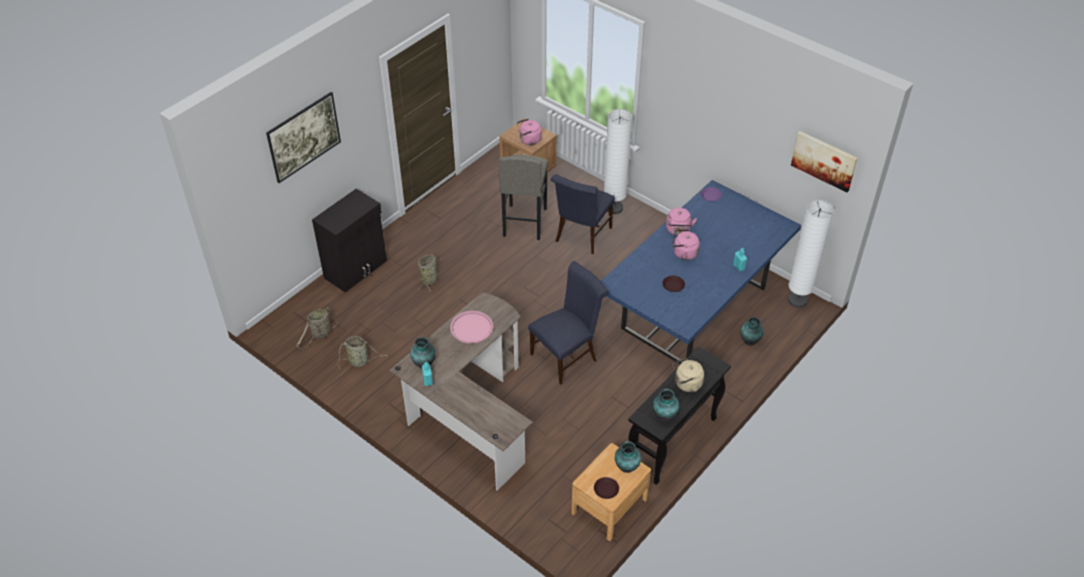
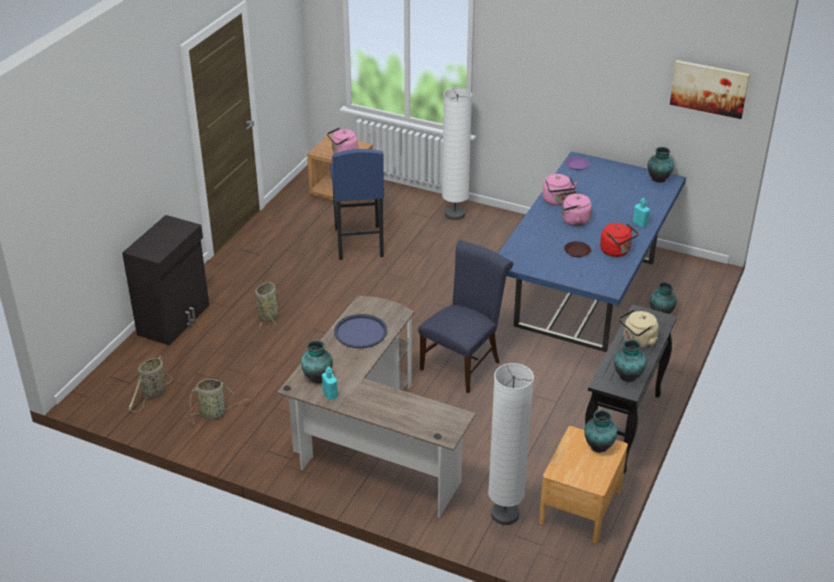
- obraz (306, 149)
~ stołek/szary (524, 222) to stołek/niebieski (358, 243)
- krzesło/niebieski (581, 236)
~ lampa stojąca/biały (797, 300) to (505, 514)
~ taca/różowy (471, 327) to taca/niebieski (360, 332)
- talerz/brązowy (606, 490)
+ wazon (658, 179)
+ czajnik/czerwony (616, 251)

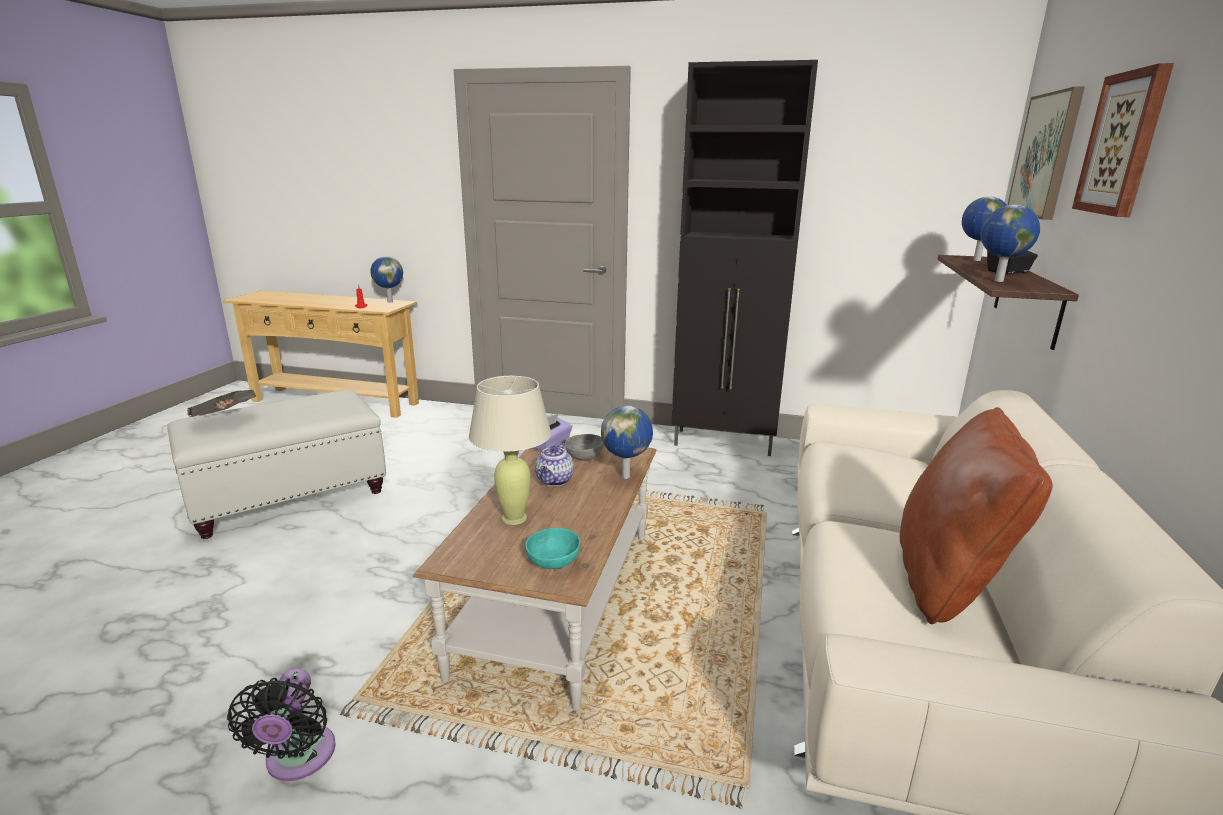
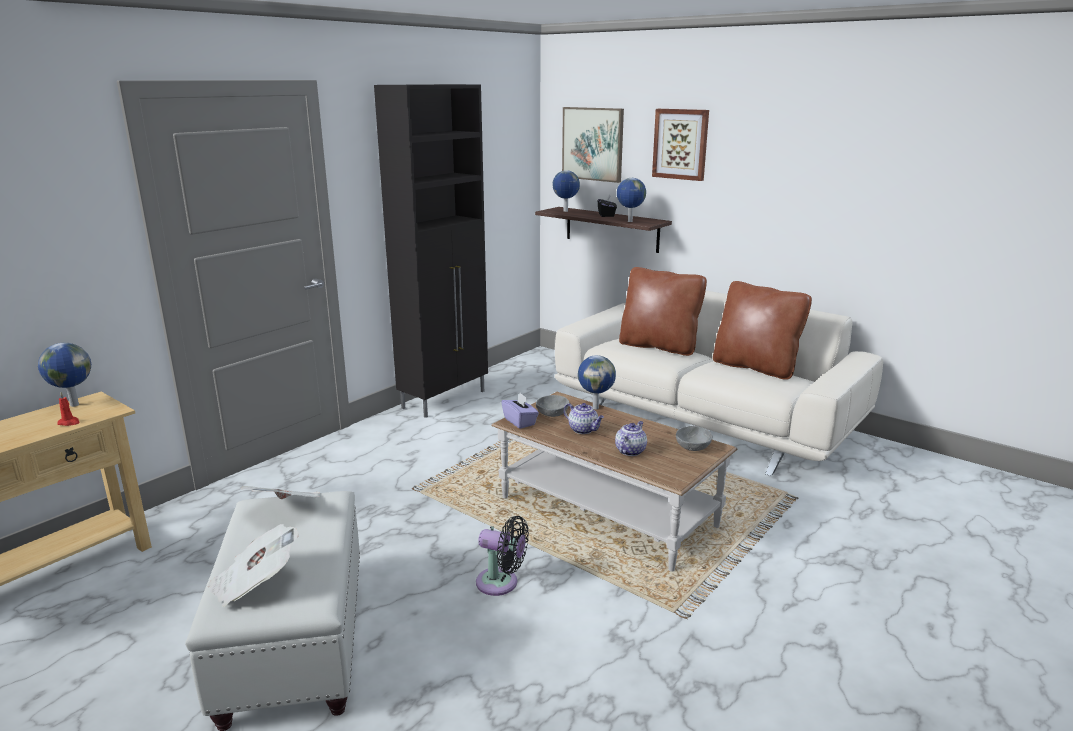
~ lampa stołowa/beżowy (514, 518) to imbryk (630, 451)
~ miska/turkusowy (552, 562) to miska/szary (693, 448)
~ wentylator/czarny (298, 760) to (501, 583)
+ poduszka/brązowy (659, 346)
+ gazeta (287, 509)

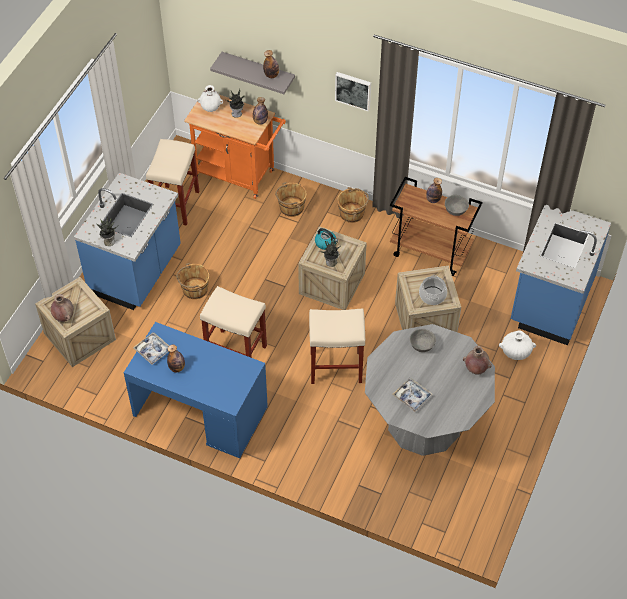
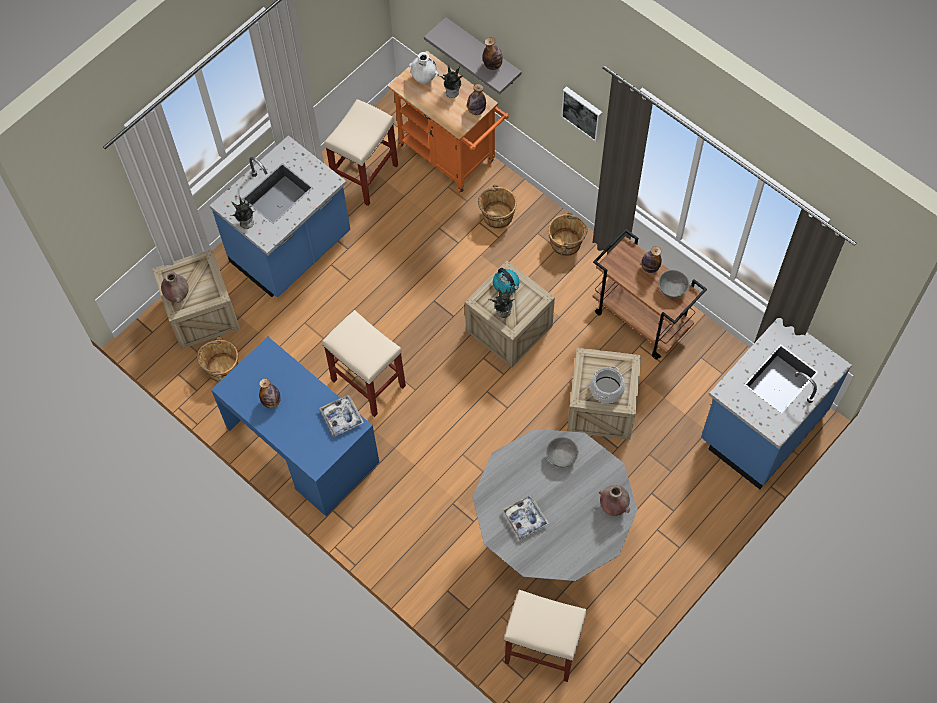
~ wiadro/brązowy (194, 289) to (222, 368)
~ stołek/beżowy (336, 367) to (544, 649)
- wazon/biały (516, 351)
~ taca (153, 350) to (342, 417)

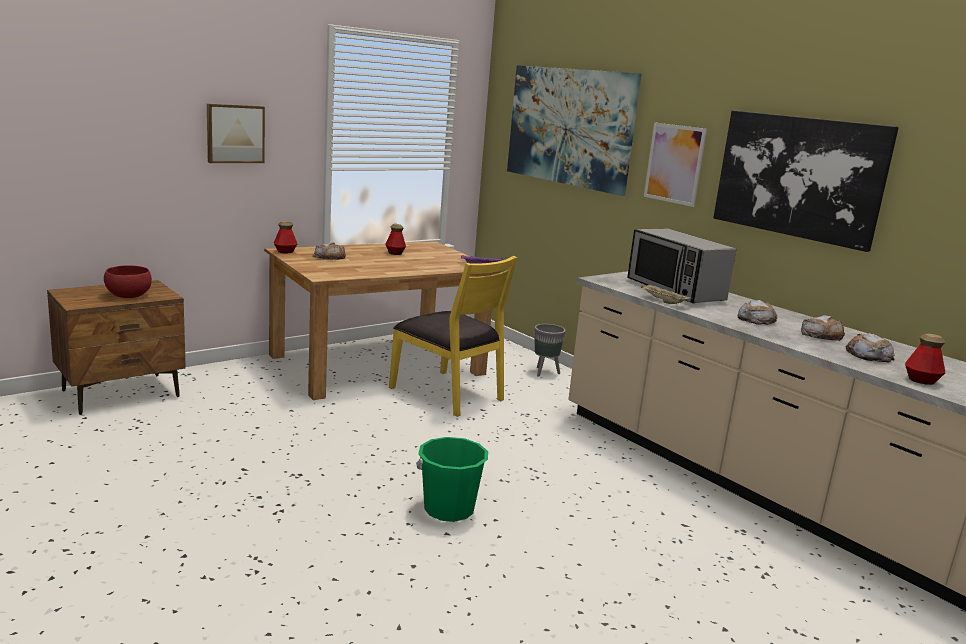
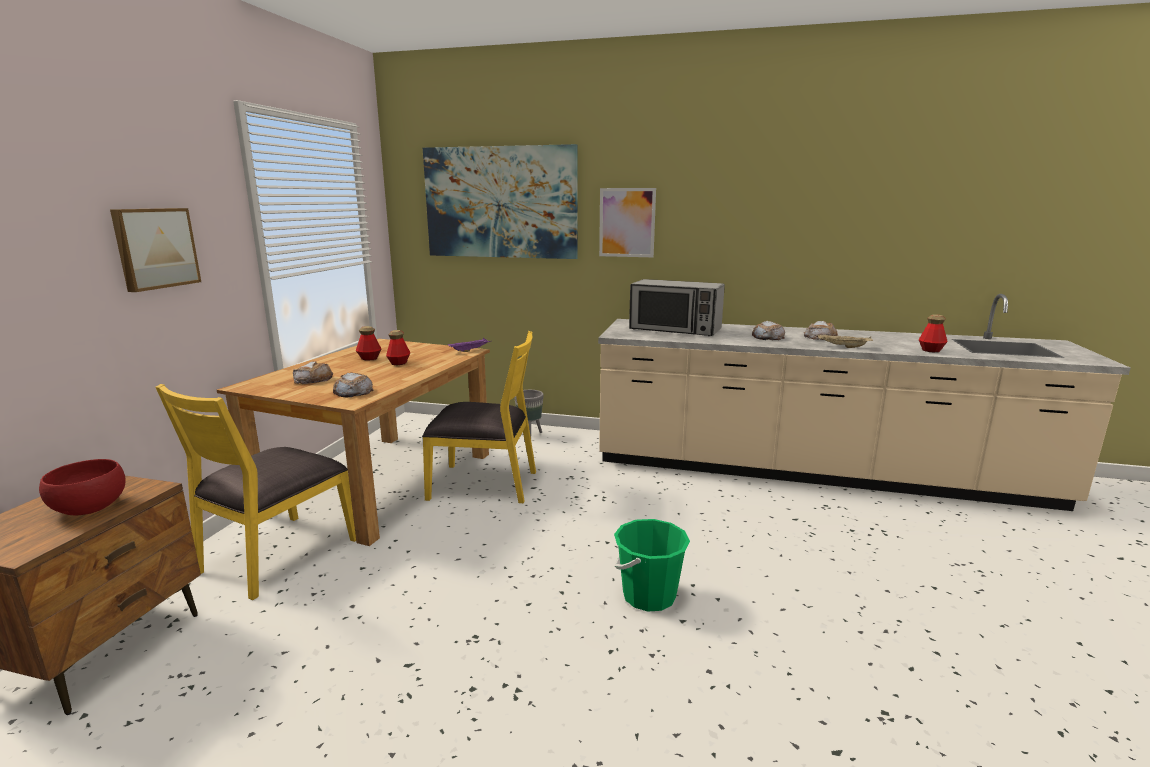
- obraz (798, 177)
~ butelka (285, 252) to (399, 363)
~ taca/beżowy (662, 301) to (843, 347)
~ chleb (868, 355) to (353, 391)
+ krzesło/żółty (277, 555)

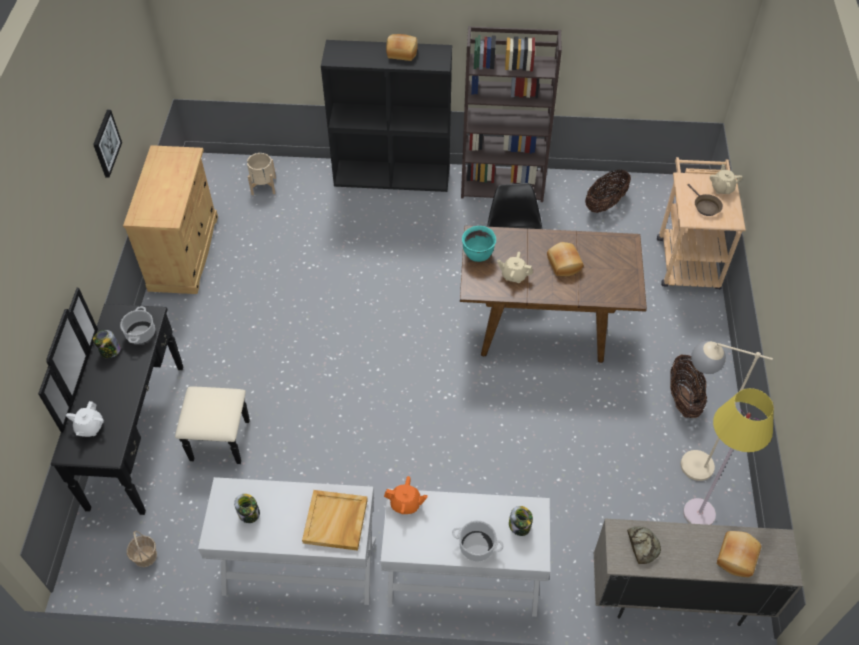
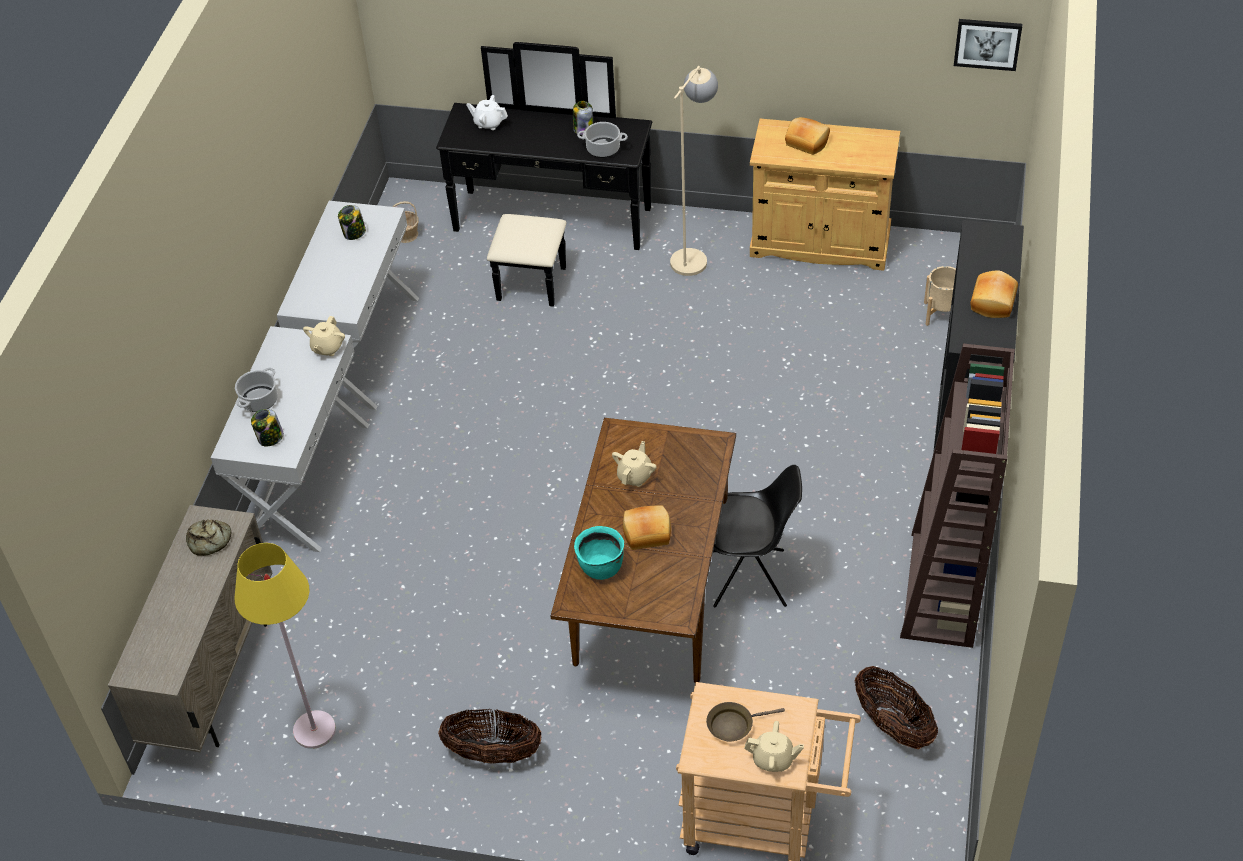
~ obraz (106, 143) to (987, 43)
~ garnek/turkusowy (478, 254) to (600, 567)
~ lampa stojąca/beżowy (685, 462) to (694, 254)
~ imbryk/pomarańczowy (405, 504) to imbryk/beżowy (327, 348)
- taca/beżowy (336, 522)
~ chleb (735, 557) to (807, 141)

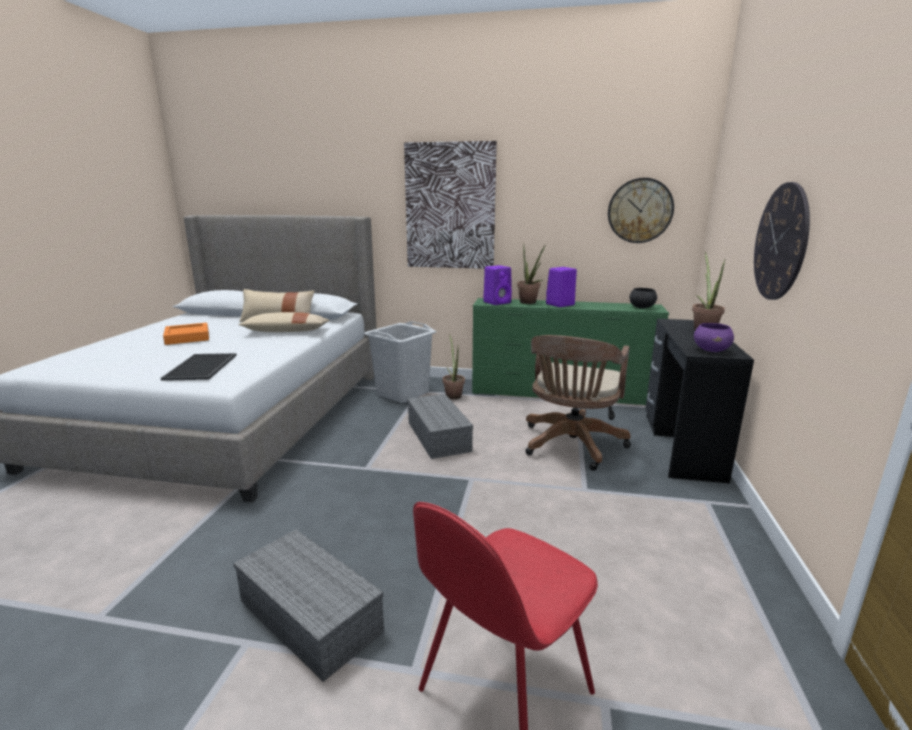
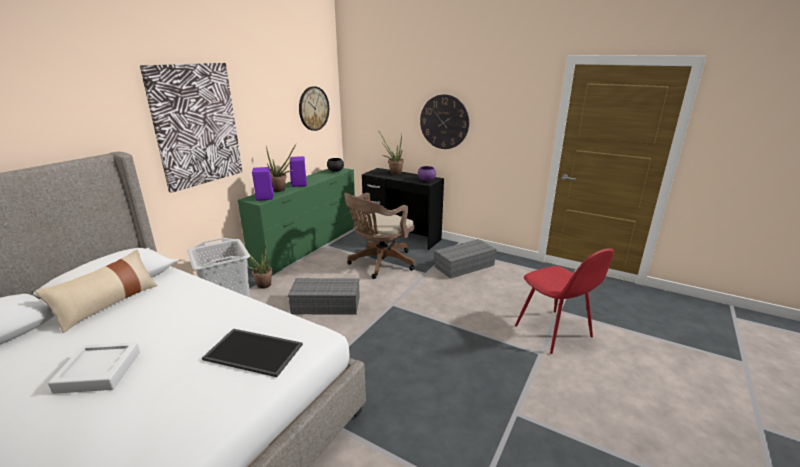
- poduszka/beżowy (286, 331)
~ taca/pomarańczowy (187, 337) to taca/szary (99, 371)
~ krzesło biurowe/brązowy (571, 446) = (379, 263) 90 degrees clockwise
~ pojemnik do przechowywania/szary (312, 616) to (464, 265)

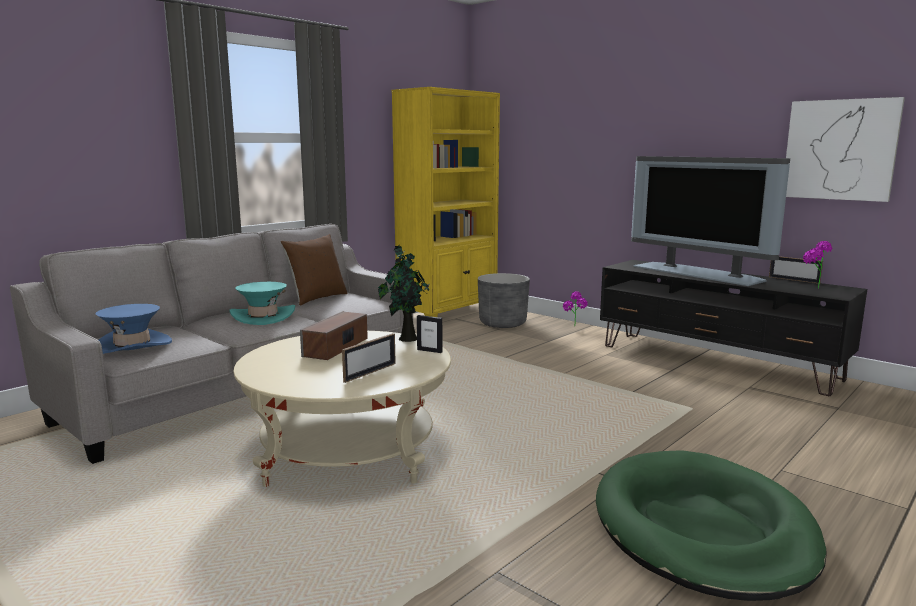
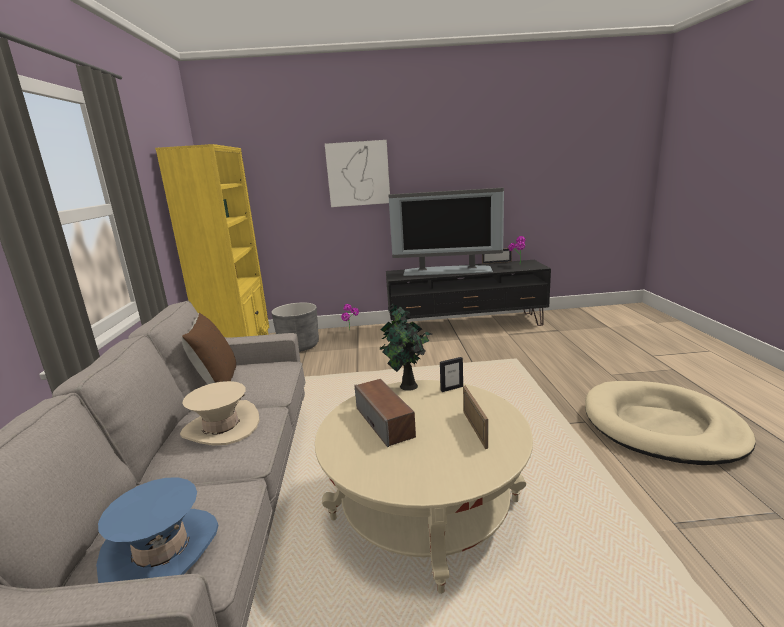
~ obraz (840, 150) to (358, 174)
~ kapelusz/turkusowy (263, 317) to kapelusz/beżowy (221, 427)
~ legowisko/zielony (702, 529) to legowisko/beżowy (661, 426)

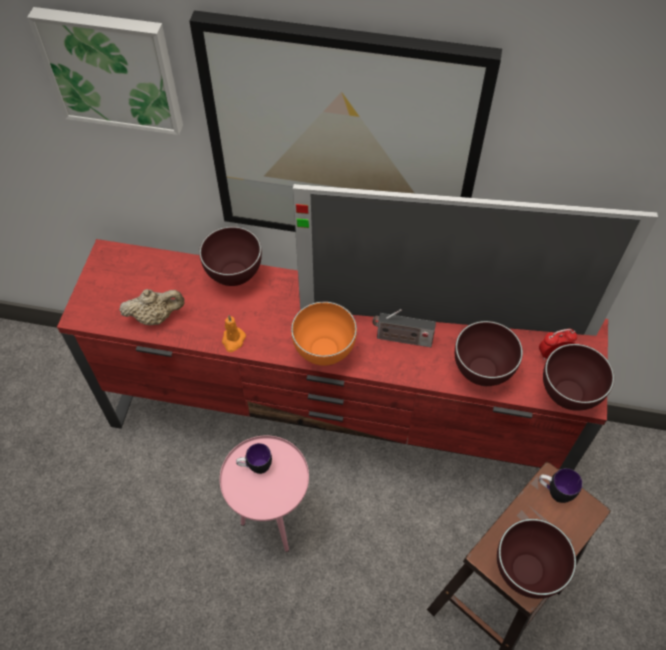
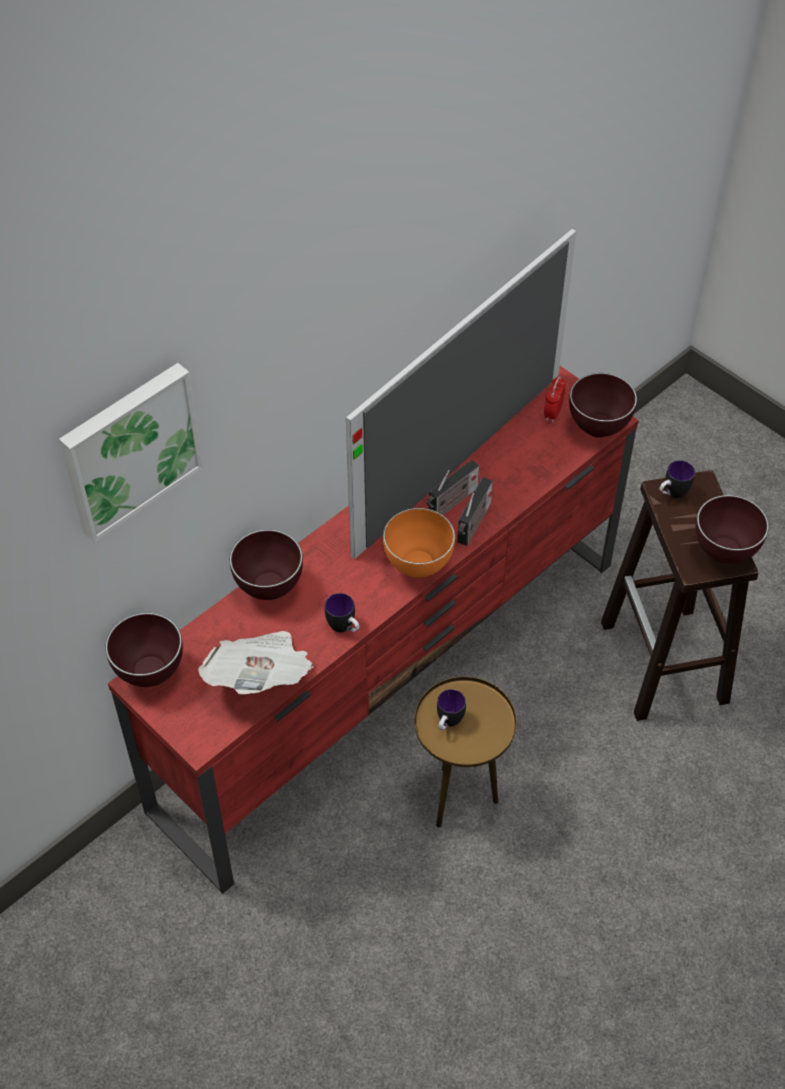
- obraz (343, 142)
~ imbryk/beżowy (156, 316) to gazeta (260, 677)
~ świeca/pomarańczowy (233, 340) to kubek (344, 628)
~ miska/brązowy (480, 371) to (148, 674)
~ stolik/różowy (273, 524) to stolik/brązowy (459, 798)
+ radio (473, 525)

